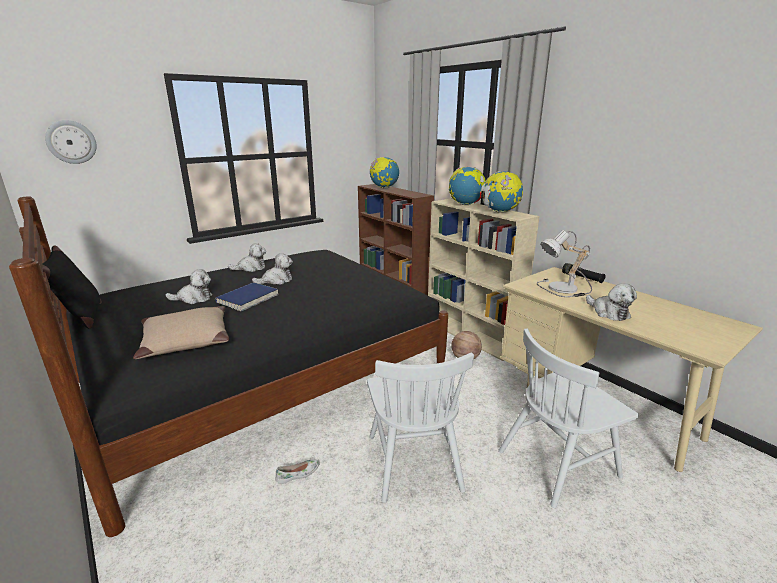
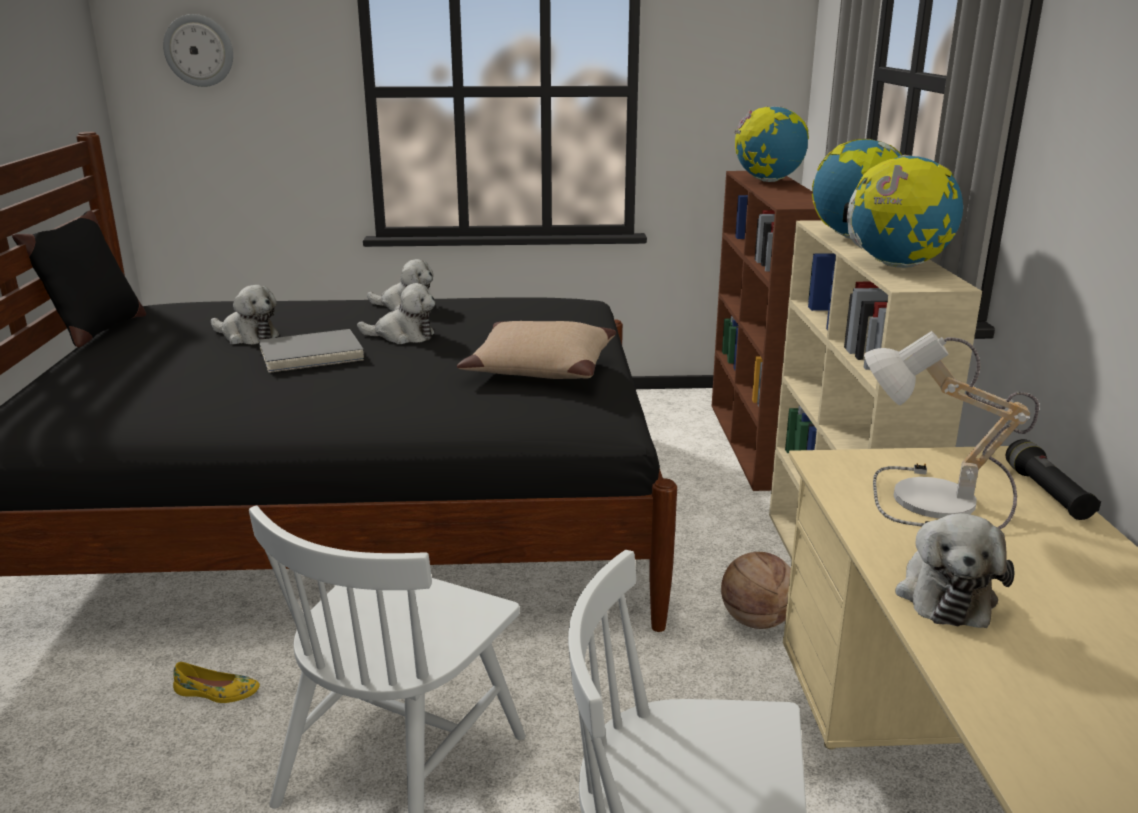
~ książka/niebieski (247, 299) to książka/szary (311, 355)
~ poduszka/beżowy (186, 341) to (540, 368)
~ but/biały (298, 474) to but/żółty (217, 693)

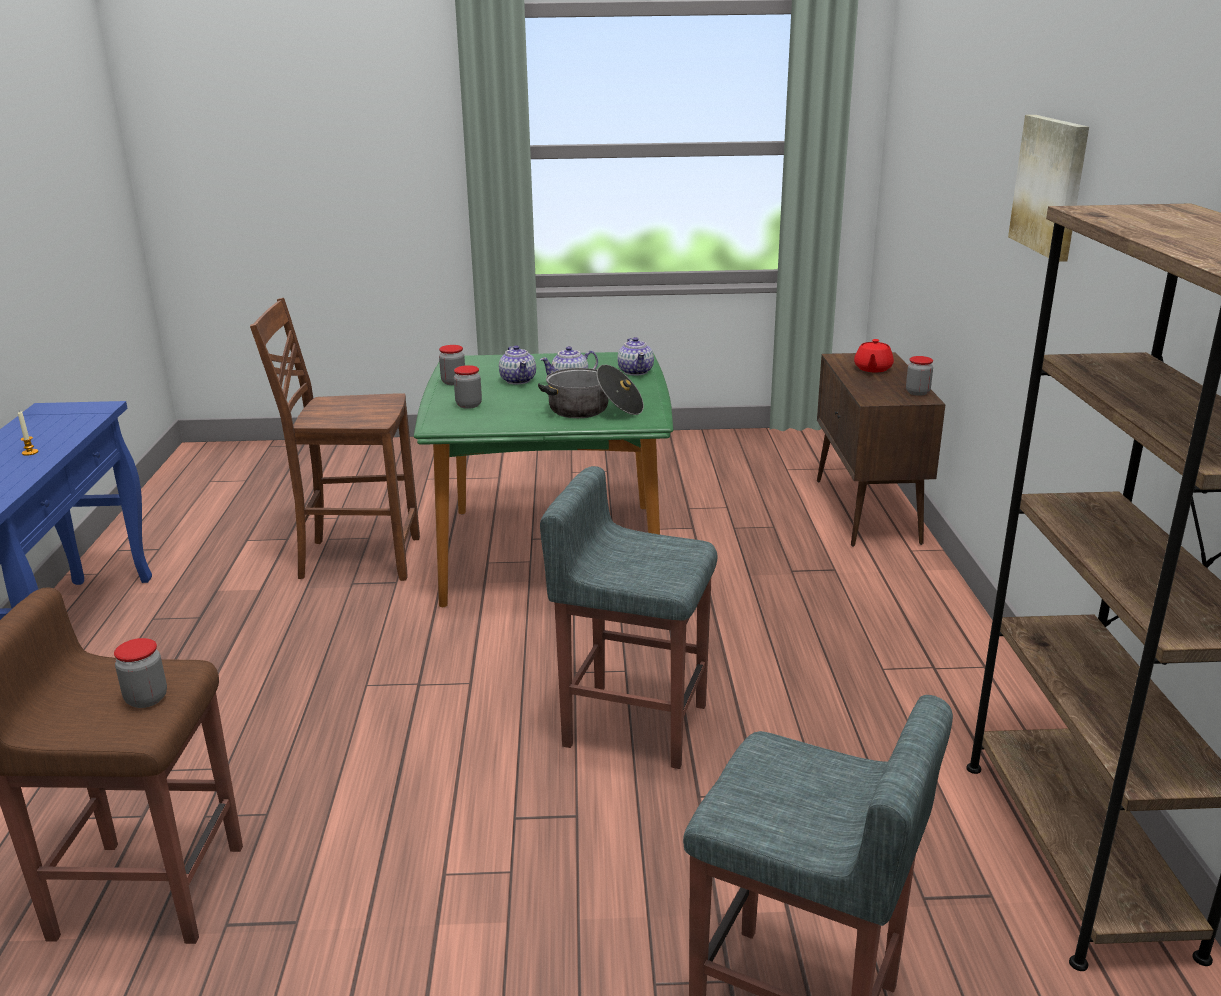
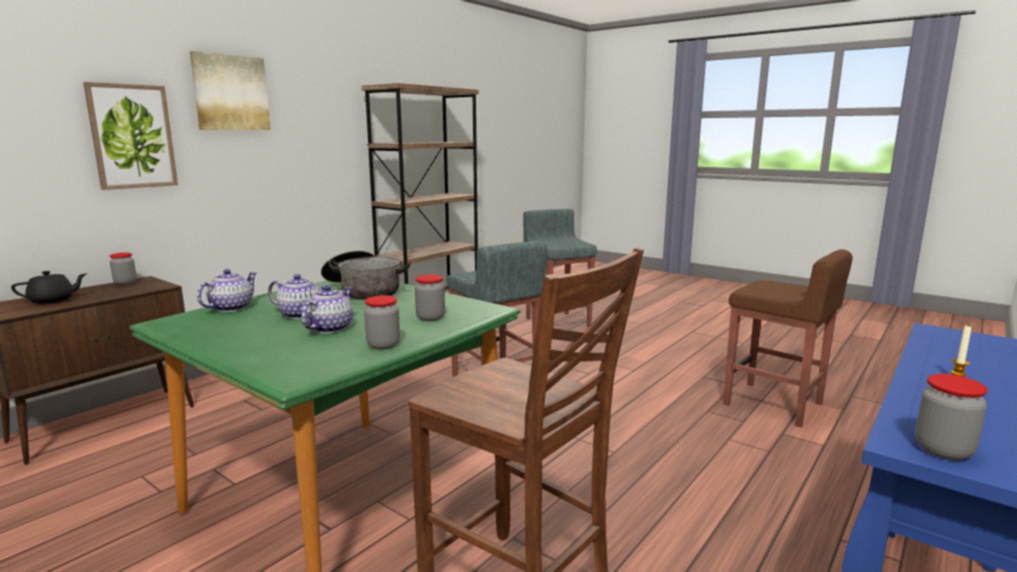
~ imbryk/czerwony (872, 369) to imbryk/czarny (53, 300)
~ słoik (146, 699) to (943, 450)
+ obraz (132, 136)

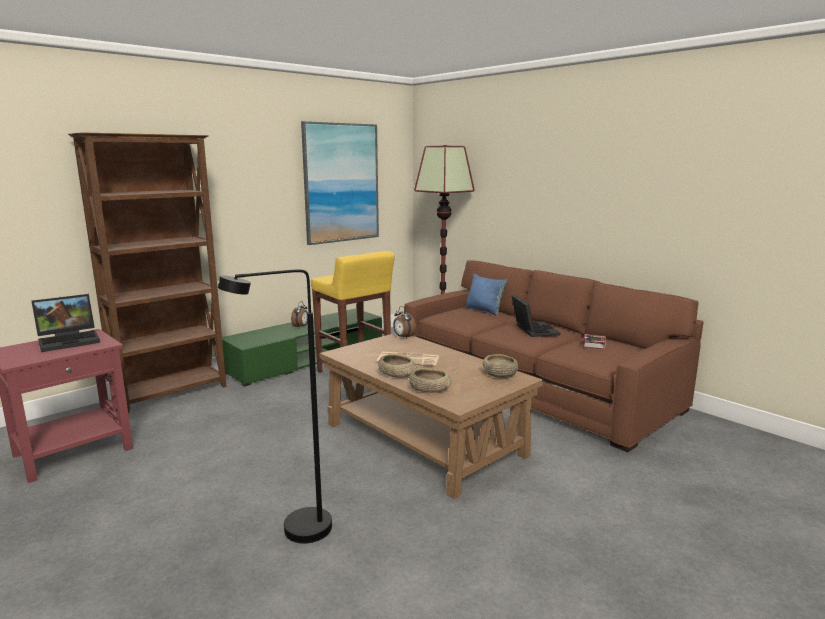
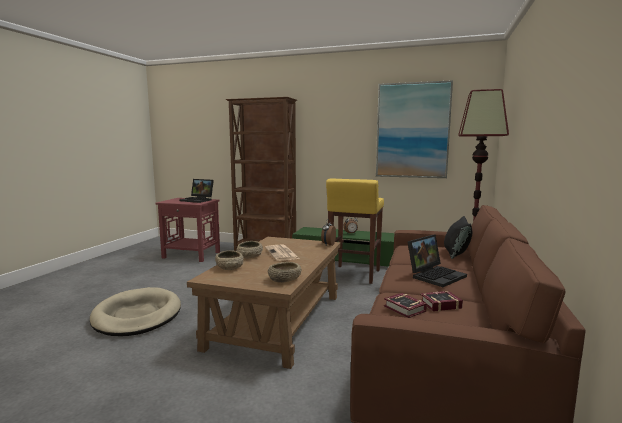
~ lampa stojąca/czarny (295, 533) to legowisko/beżowy (137, 316)
~ poduszka/niebieski (485, 310) to poduszka/czarny (456, 253)
+ książka (405, 309)

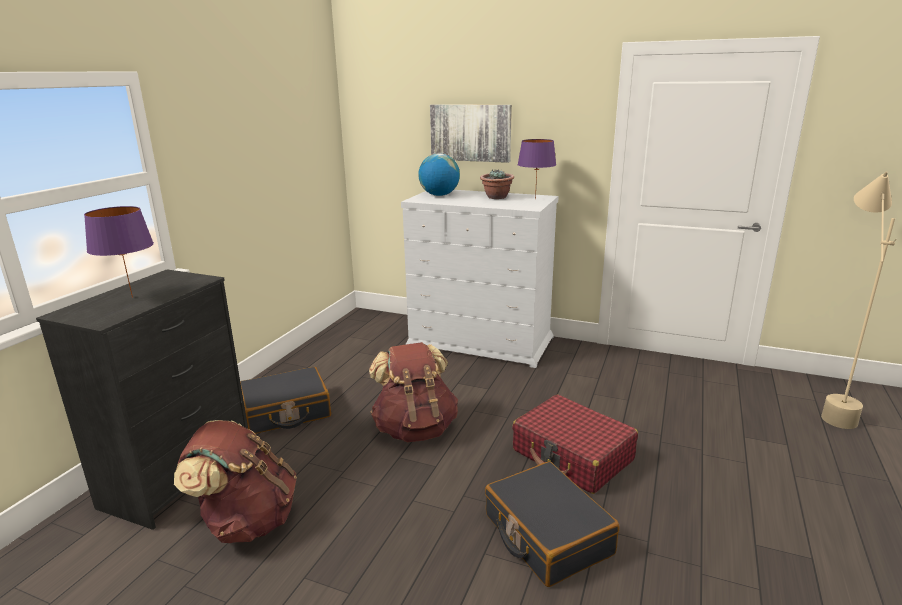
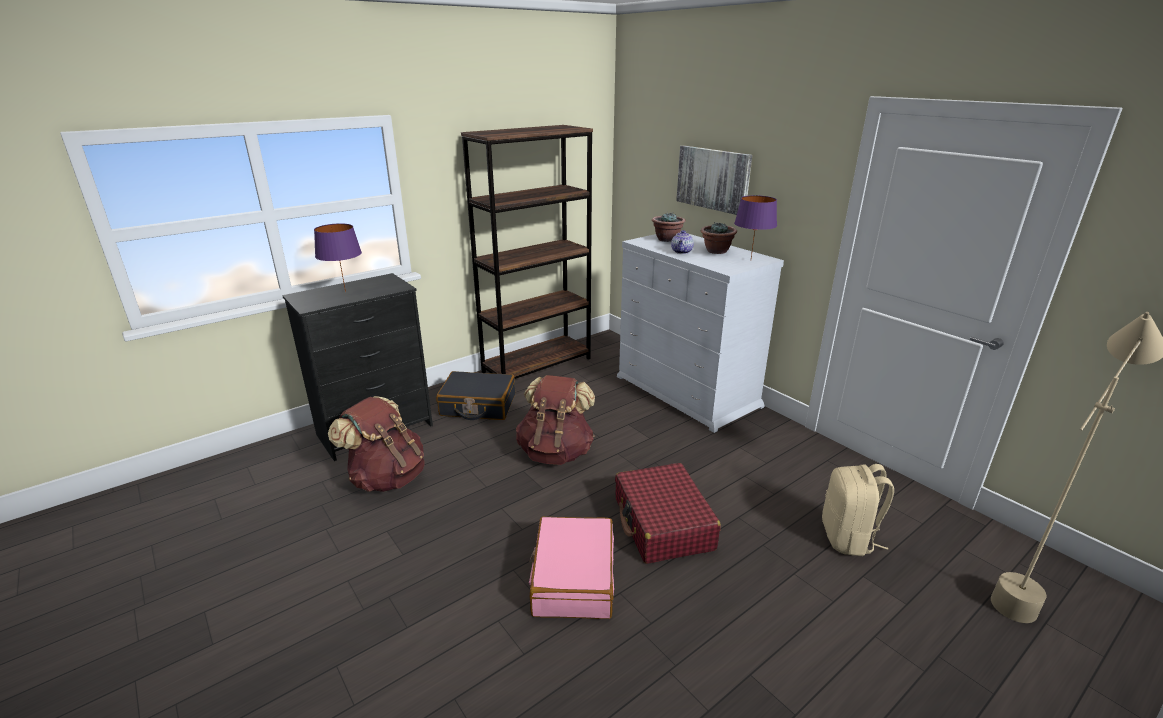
~ globus (439, 195) to roślina doniczkowa (667, 239)
~ walizka/czarny (547, 534) to walizka/różowy (573, 578)
+ regał/brązowy (537, 365)
+ imbryk (682, 252)
+ plecak/beżowy (848, 538)

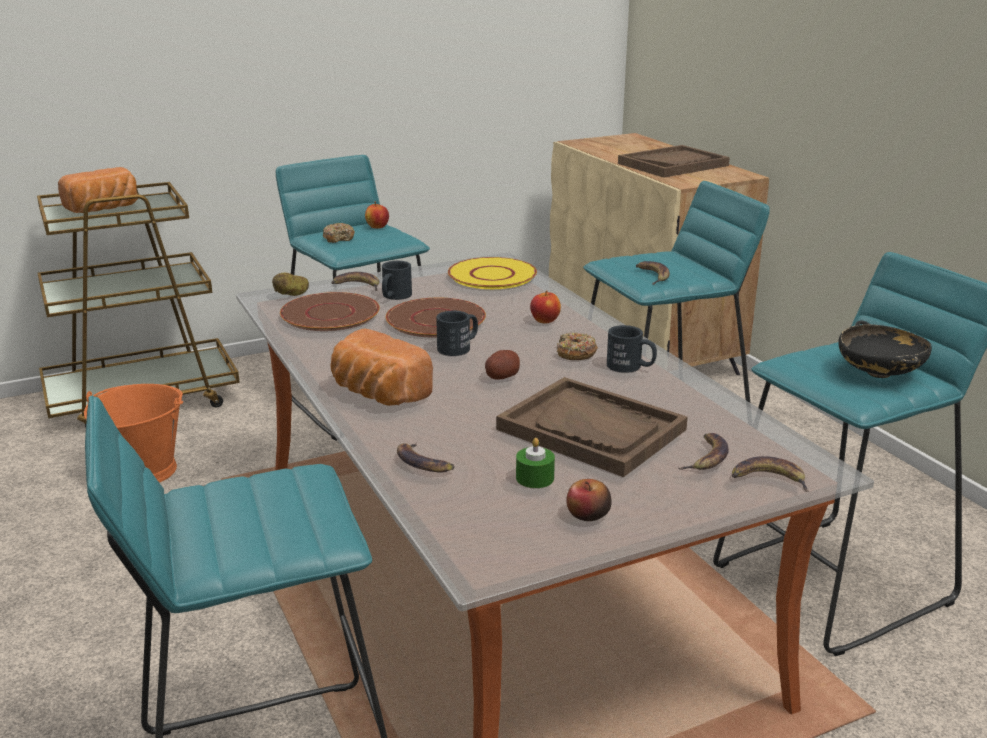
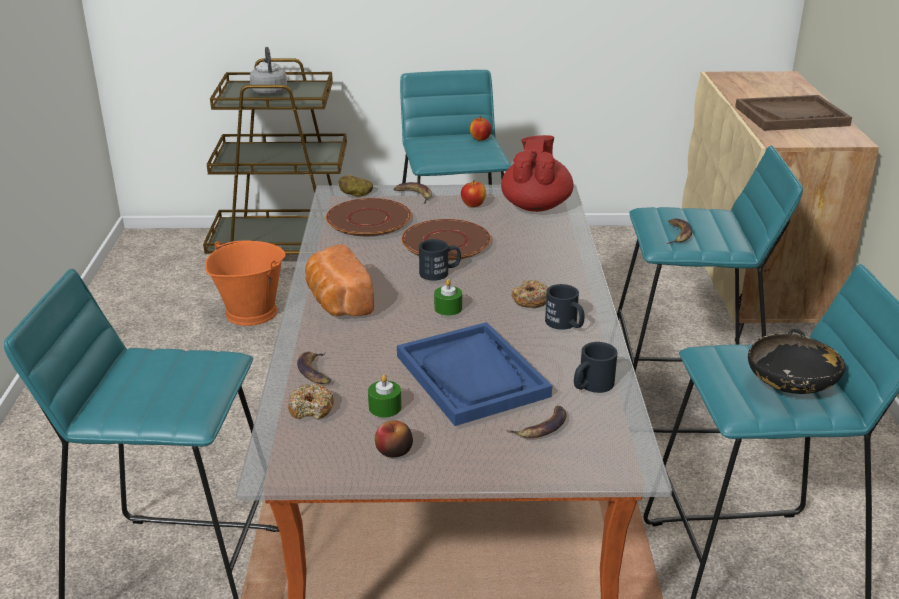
~ chleb (104, 210) to czajnik/szary (269, 91)
~ donut (339, 238) to (311, 408)
~ talerz/żółty (492, 275) to imbryk/czerwony (536, 205)
~ kubek/czarny (394, 297) to (591, 386)
~ jabłko (545, 321) to (473, 205)
~ ziemniak (502, 376) to świeca/zielony (448, 308)
~ taca/brązowy (592, 429) to taca/niebieski (472, 376)
- banan (768, 479)

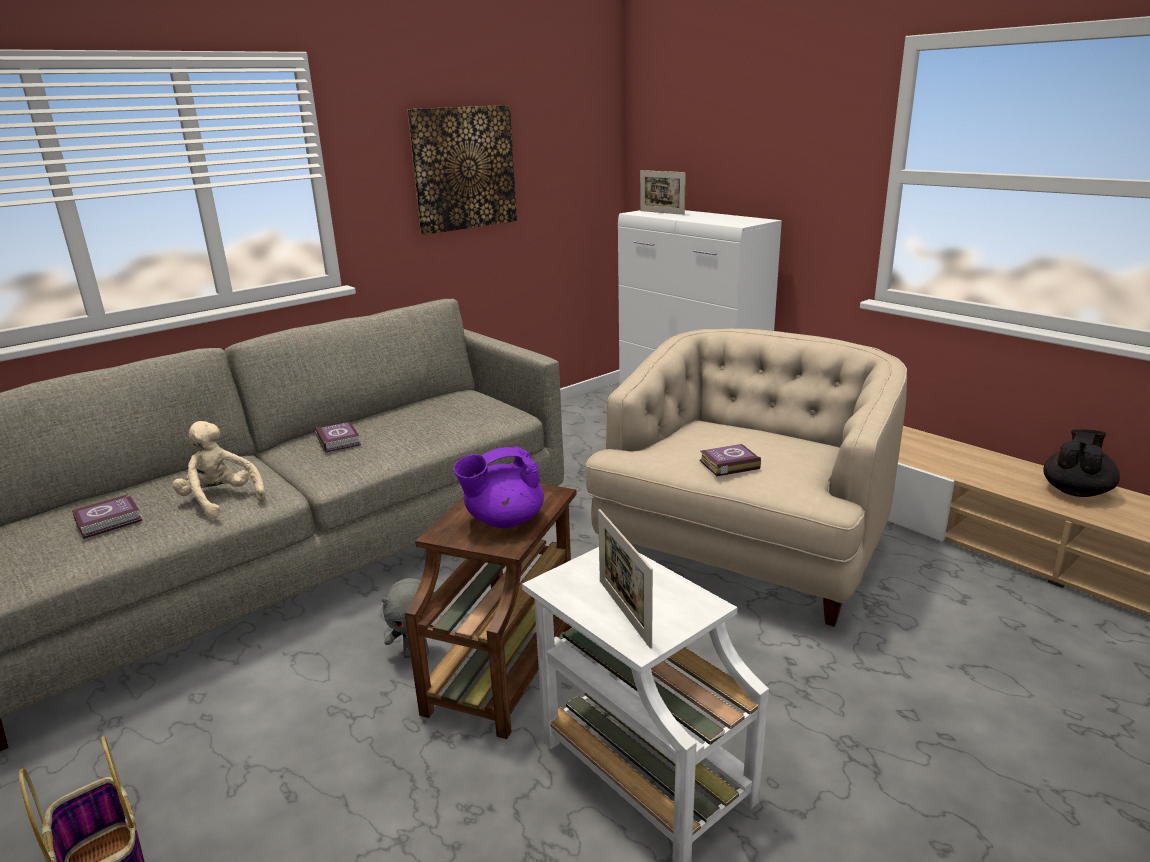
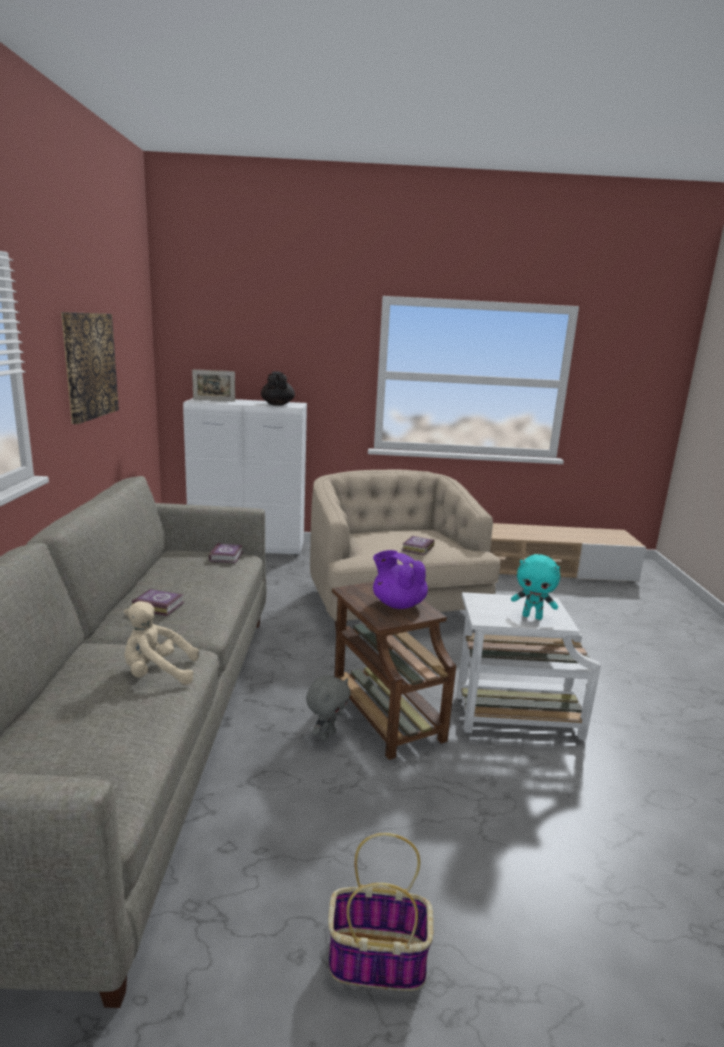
~ imbryk/czarny (1076, 491) to (277, 404)
~ imbryk/fioletowy (503, 521) = (398, 604) 120 degrees clockwise
~ książka (110, 521) to (227, 556)
~ ramka na zdjęcie (624, 612) to pluszak/turkusowy (532, 616)

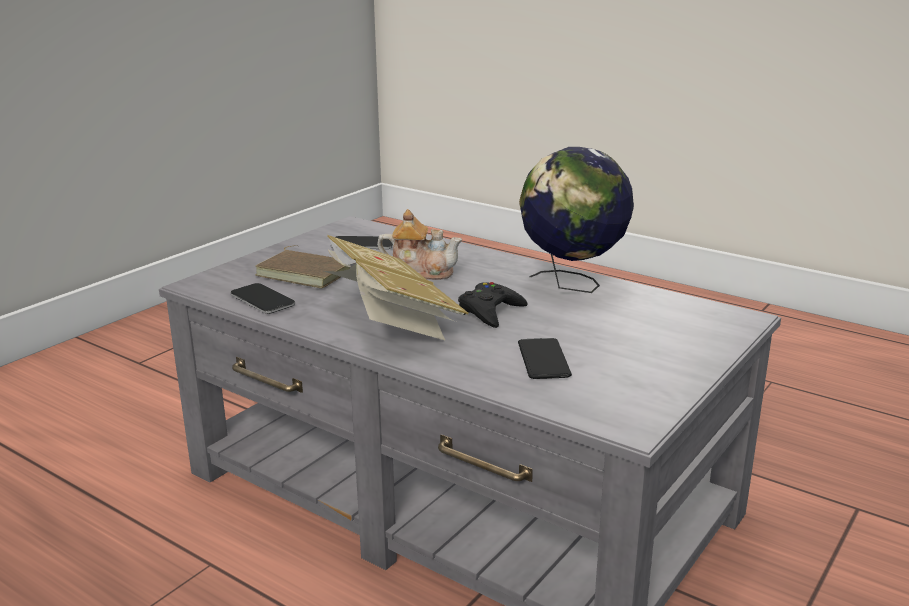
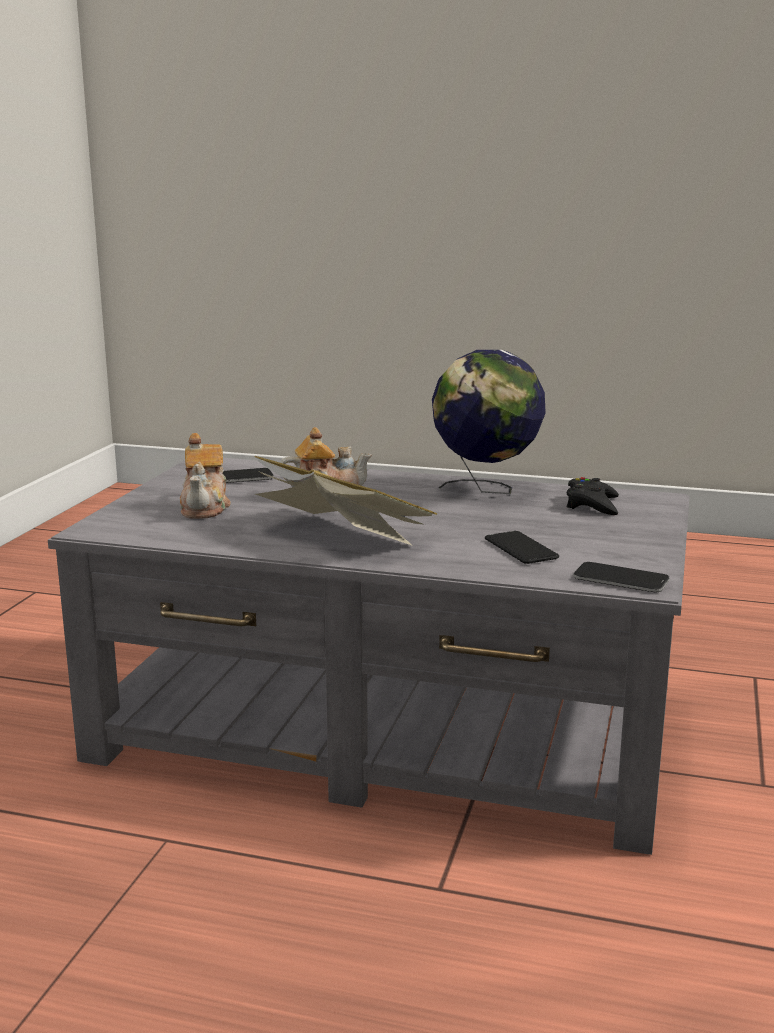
~ książka/brązowy (307, 272) to imbryk (205, 507)
~ pad do gier/czarny (490, 312) to (592, 504)
~ telefon (262, 300) to (621, 579)

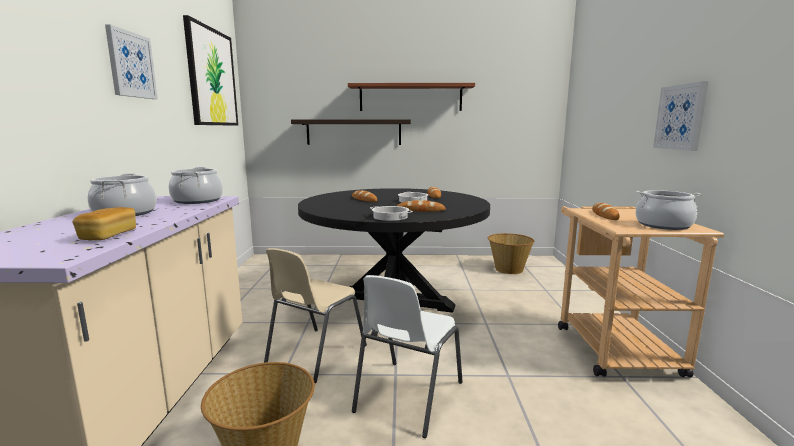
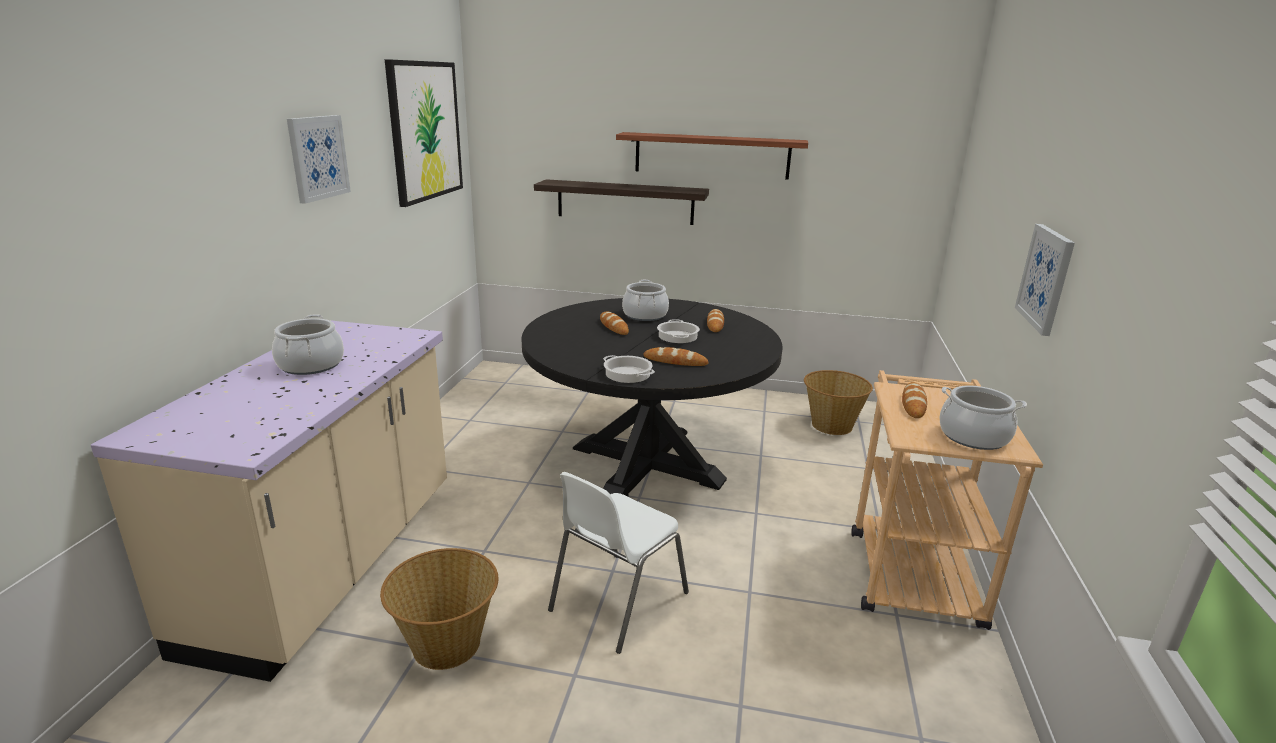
~ garnek (198, 200) to (645, 315)
- chleb (108, 236)
- krzesło/beżowy (314, 354)

